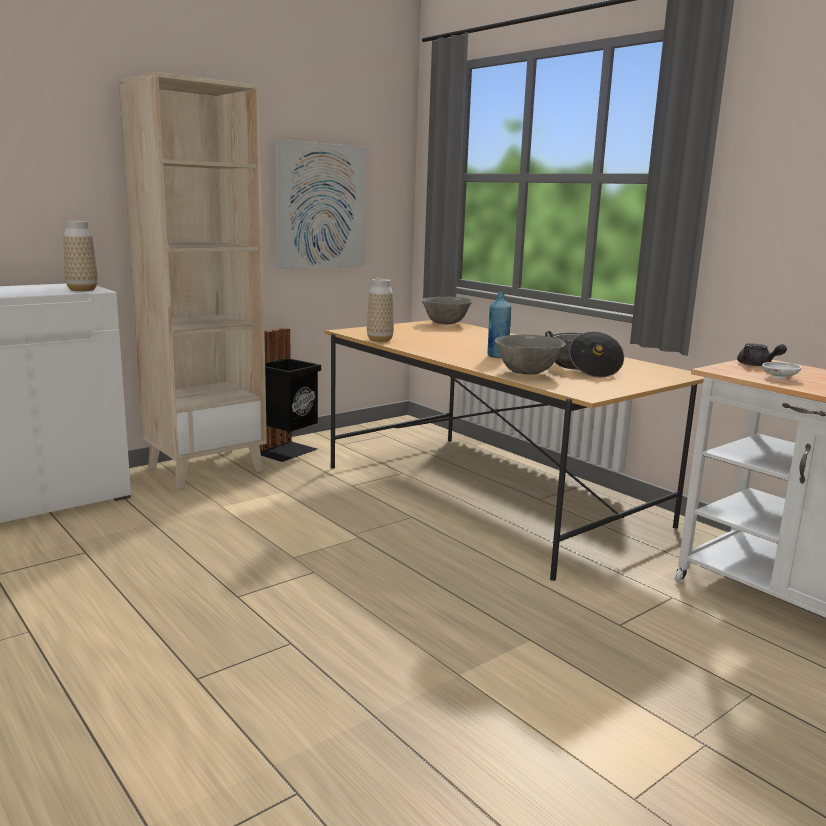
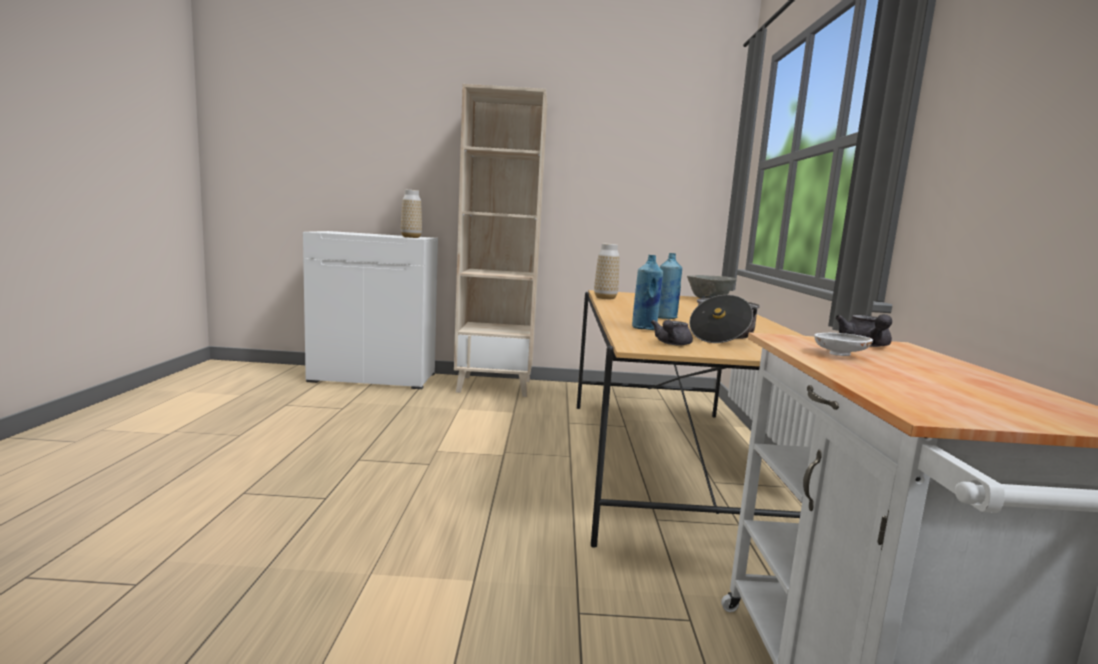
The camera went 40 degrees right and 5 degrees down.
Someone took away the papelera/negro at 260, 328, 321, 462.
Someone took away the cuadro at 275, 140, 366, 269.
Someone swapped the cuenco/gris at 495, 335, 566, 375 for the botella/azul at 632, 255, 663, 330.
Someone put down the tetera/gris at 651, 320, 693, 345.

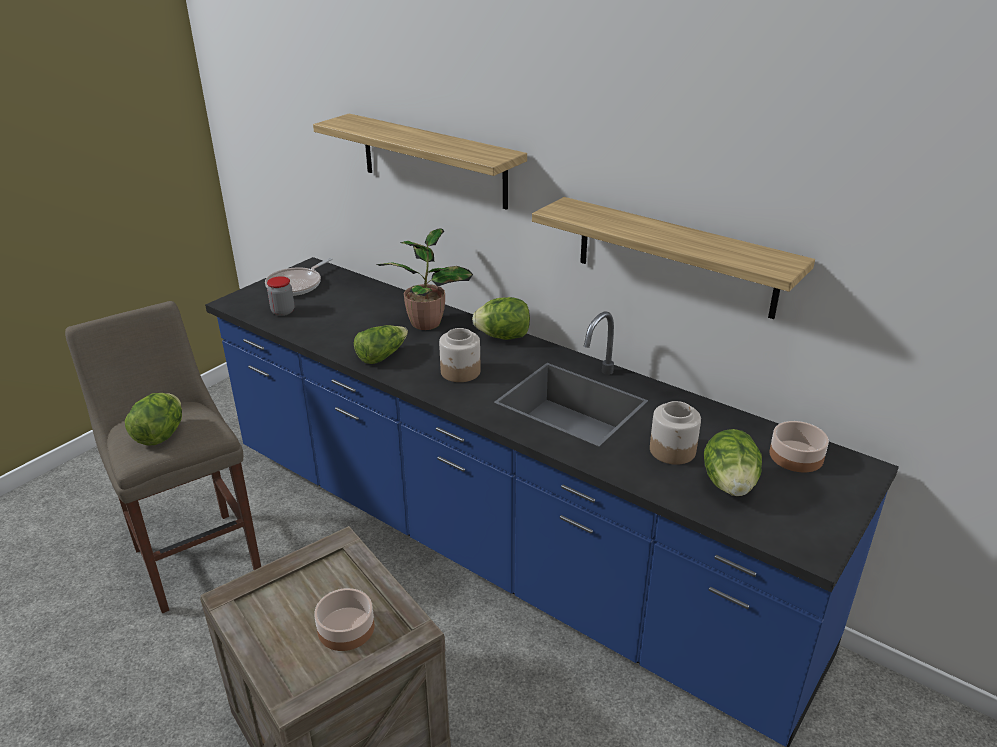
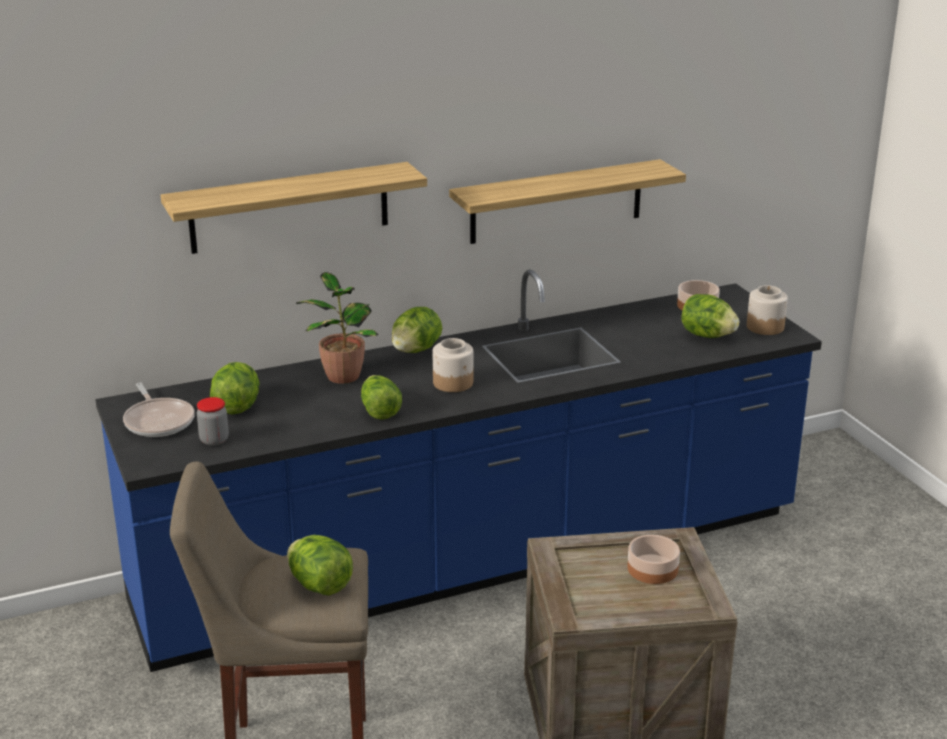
The camera went 60 degrees left and 5 degrees down.
Someone carried the tarro from 650, 401, 701, 465 to 747, 285, 788, 335.
Someone put down the lechuga at 210, 362, 260, 414.

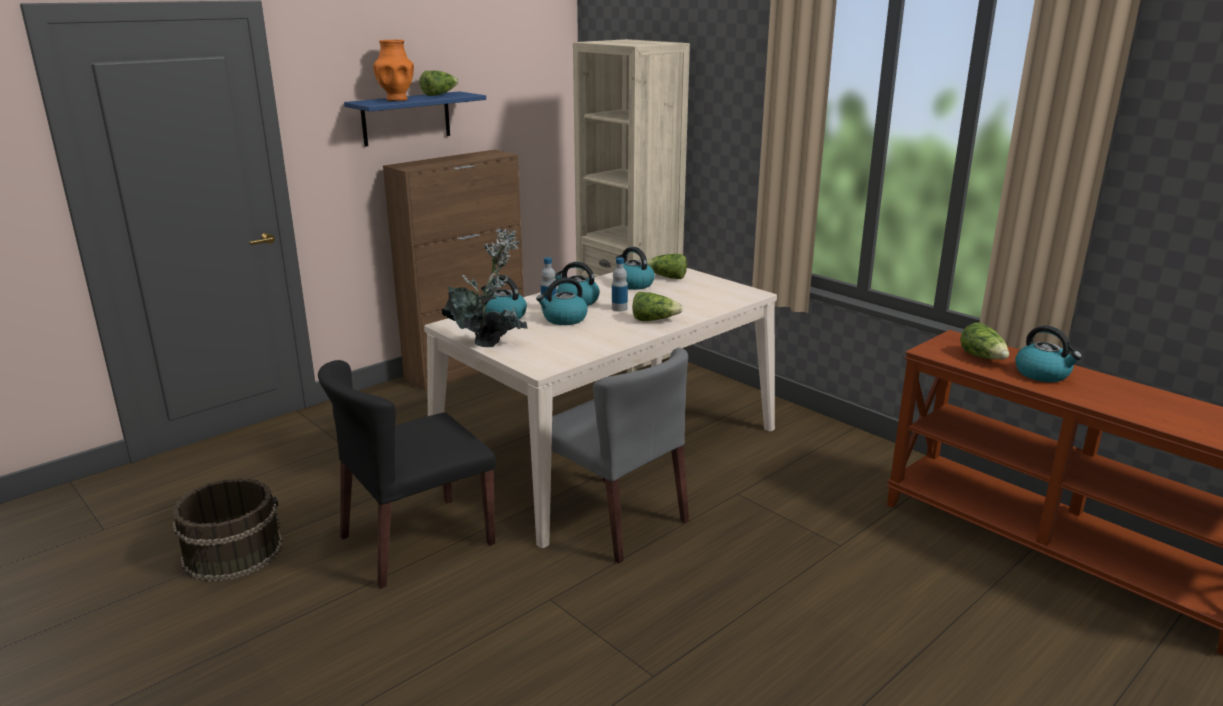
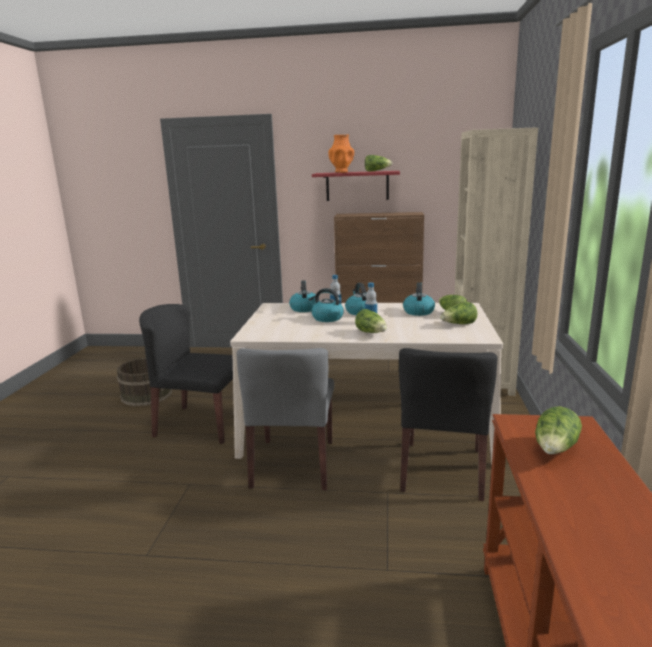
The camera went 50 degrees right and 5 degrees down.
Someone repainted the estante/azul at 344, 91, 486, 147, which became the estante/rojo at 312, 171, 400, 201.
Someone took away the planta en maceta at 441, 228, 528, 347.
Someone took away the hervidor at 1015, 326, 1082, 382.
Someone put down the silla/negro at 399, 348, 498, 501.
Someone put down the lechuga at 440, 302, 477, 324.

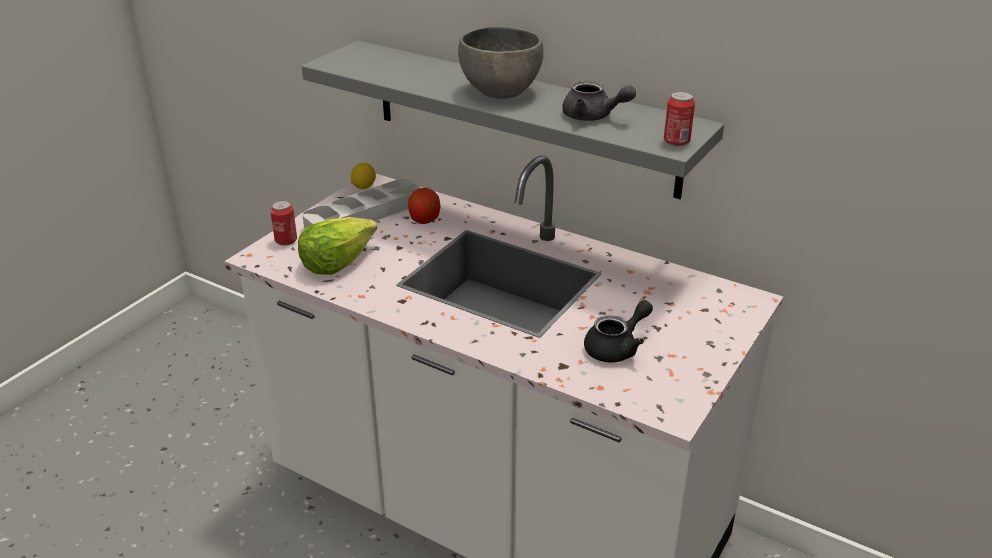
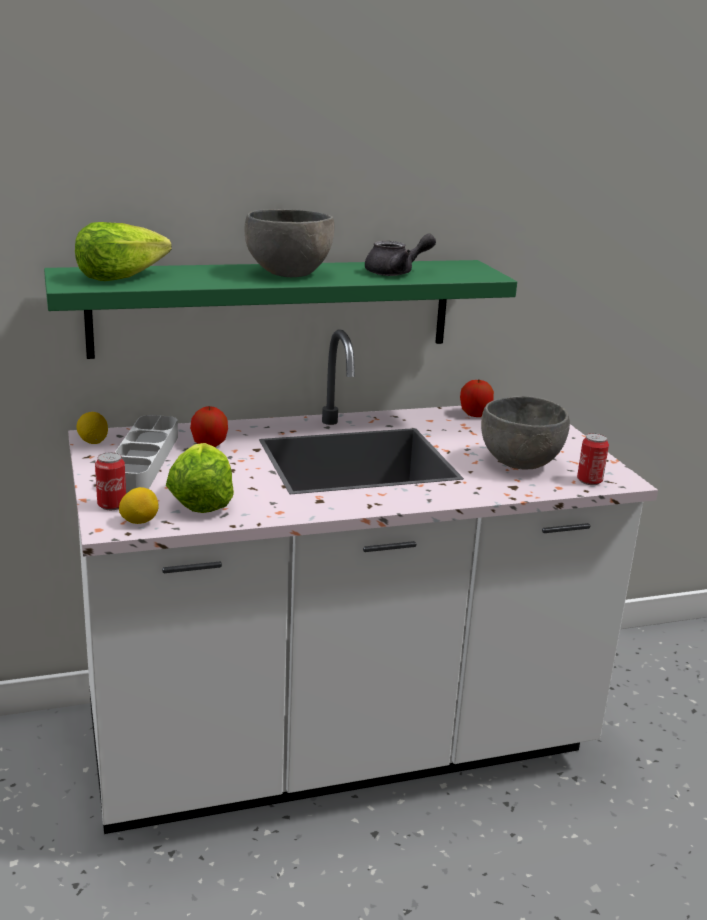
The camera went 50 degrees left and 10 degrees down.
Someone repainted the estante/gris at 302, 40, 724, 199, which became the estante/verde at 44, 260, 517, 359.
Someone swapped the tetera/negro at 584, 300, 653, 363 for the cuenco/gris at 481, 396, 570, 470.
Someone carried the lata from 664, 91, 695, 146 to 577, 433, 609, 485.
Someone put down the lechuga at 75, 222, 172, 281.
Someone put down the limón at 119, 487, 158, 524.
Someone put down the manzana at 460, 380, 494, 417.

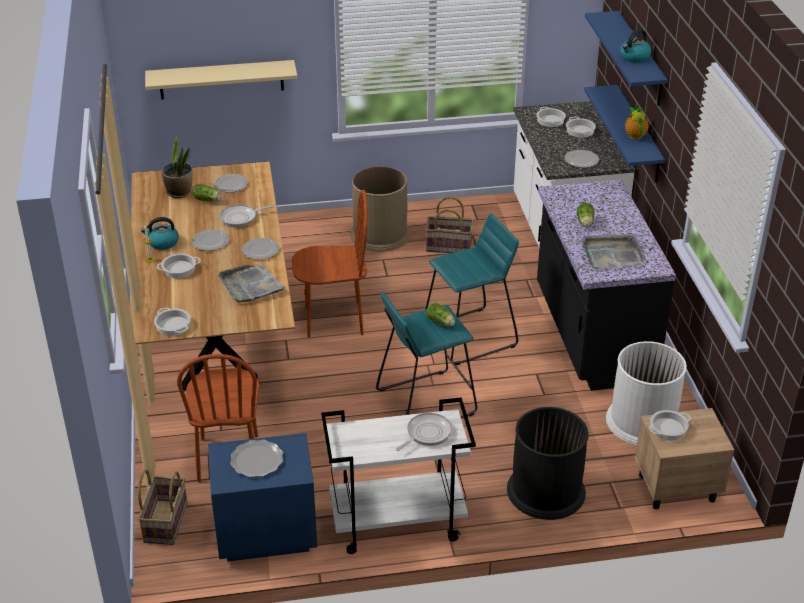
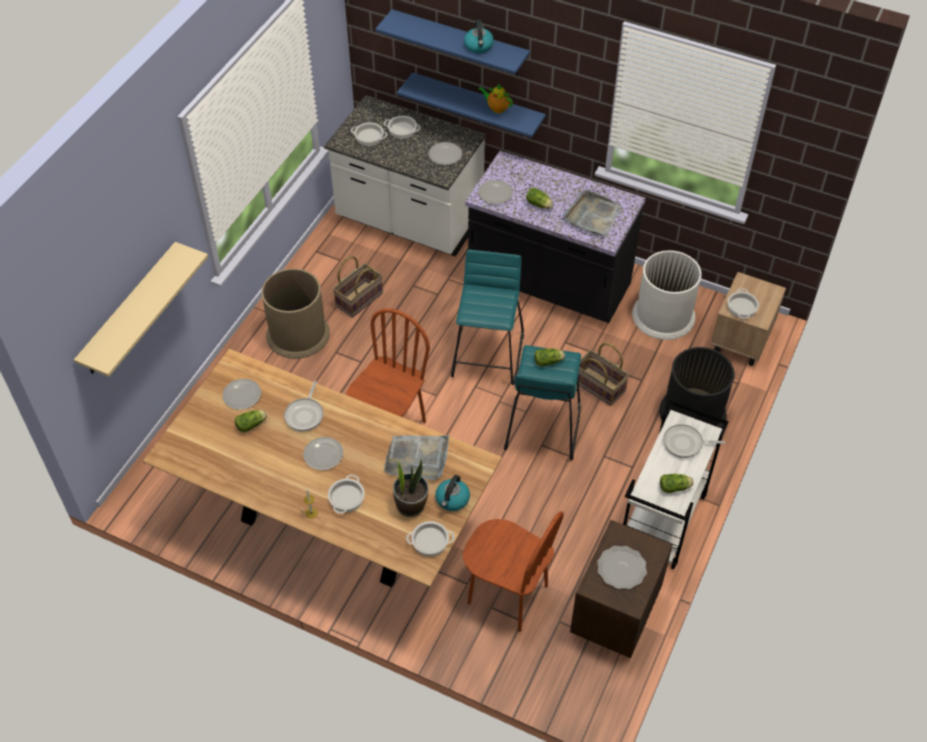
The camera went 55 degrees left and 15 degrees up.
Someone carried the cesta from 138, 469, 187, 545 to 578, 343, 629, 406.
Someone carried the hervidor from 141, 217, 179, 250 to 435, 475, 470, 511.
Someone carried the planta en maceta from 162, 137, 193, 198 to 393, 459, 429, 517.
Someone repainted the mesita de noche/azul at 208, 433, 317, 562, which became the mesita de noche/marrón at 570, 520, 673, 658.
Someone carried the plato from 242, 238, 280, 260 to 478, 180, 513, 204.
Someone rotated the sartén at 396, 413, 452, 451 by 75 degrees counterclockwise.
Someone put down the lechuga at 660, 474, 693, 493.

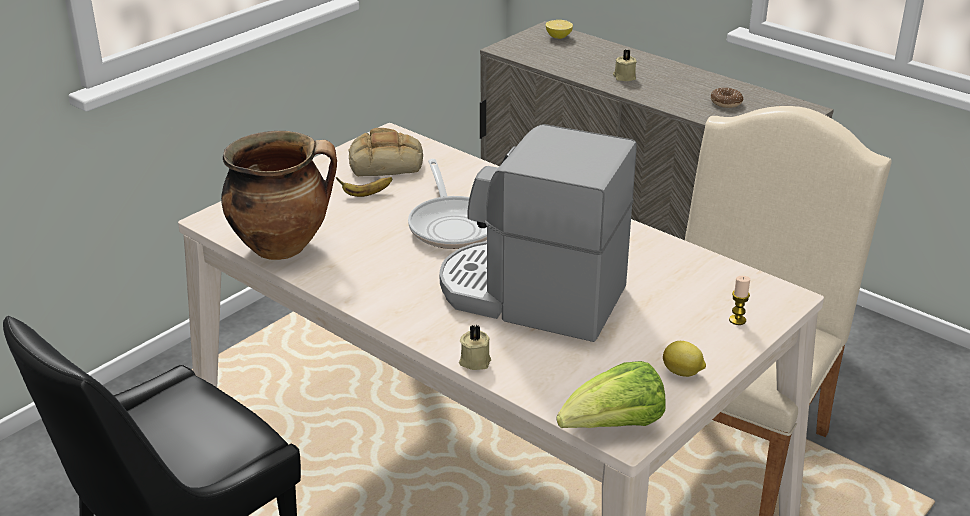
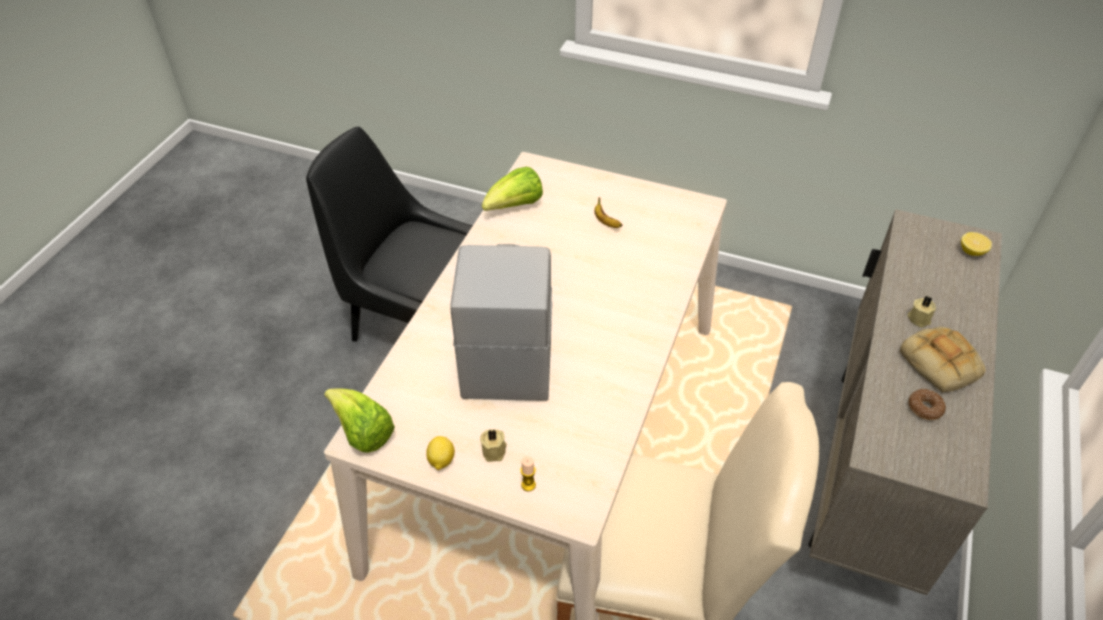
The camera went 70 degrees right and 15 degrees up.
Someone swapped the olla at 221, 131, 337, 260 for the lechuga at 482, 167, 543, 211.
Someone carried the pan from 348, 128, 423, 176 to 900, 327, 986, 393.
Someone took away the sartén at 408, 159, 487, 249.
Someone carried the vela/beis from 459, 325, 491, 370 to 480, 429, 507, 462.

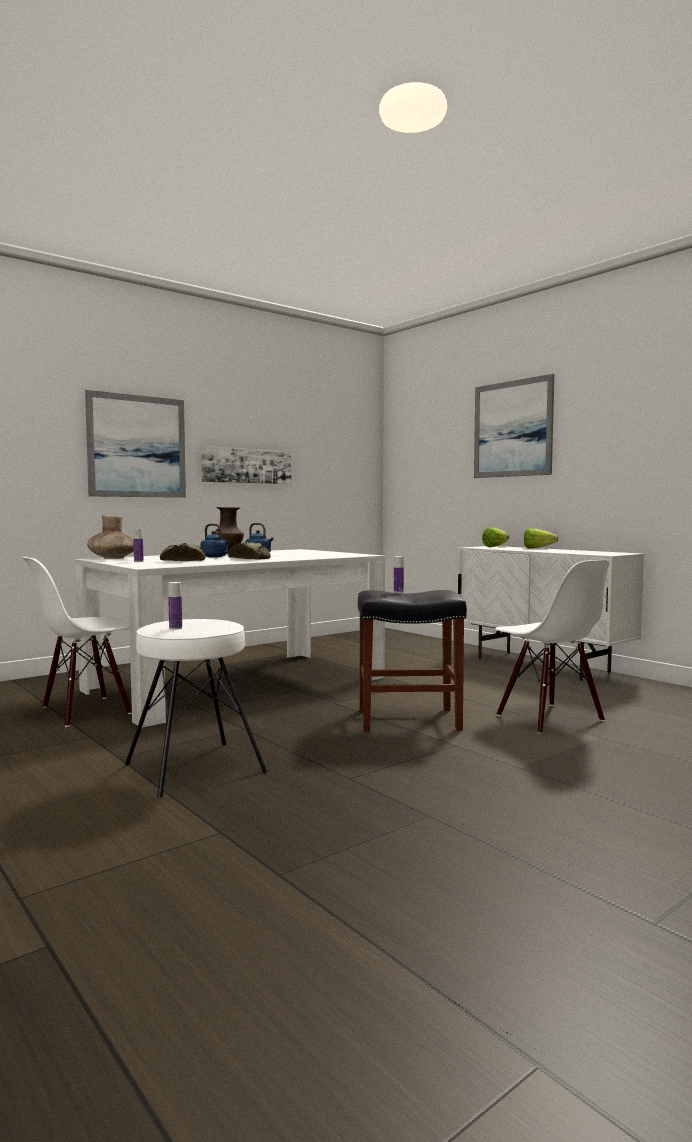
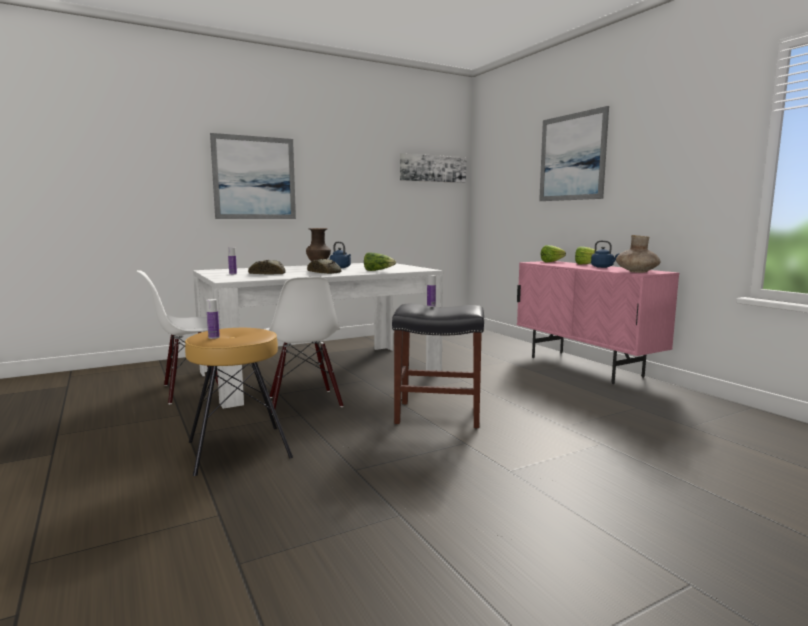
The camera went 10 degrees right and 5 degrees up.
Someone carried the florero/marrón from 87, 515, 134, 559 to 616, 235, 661, 273.
Someone repainted the taburete/blanco at 125, 619, 267, 798, which became the taburete/marrón at 185, 328, 293, 476.
Someone carried the hervidor/azul from 200, 524, 230, 557 to 591, 240, 620, 268.
Someone carried the cuadro from 201, 446, 291, 484 to 400, 153, 466, 183.
Someone repainted the armario/blanco at 458, 546, 644, 681, which became the armario/rosa at 517, 261, 679, 384.
Someone carried the silla/blanco from 495, 560, 609, 734 to 265, 277, 344, 415.
Someone put down the lechuga at 364, 252, 396, 271.

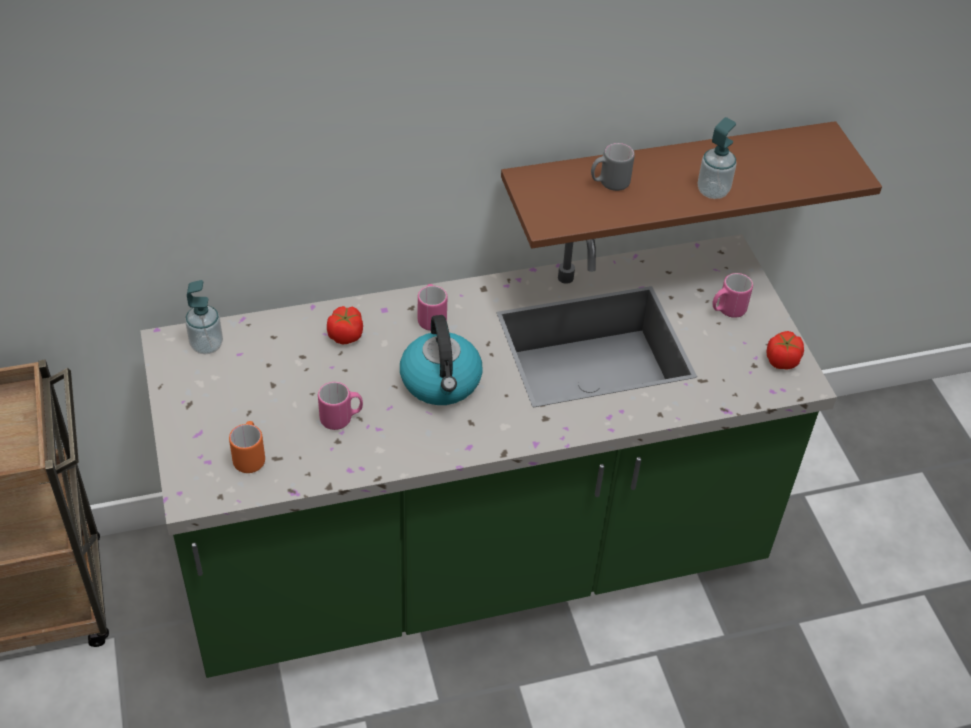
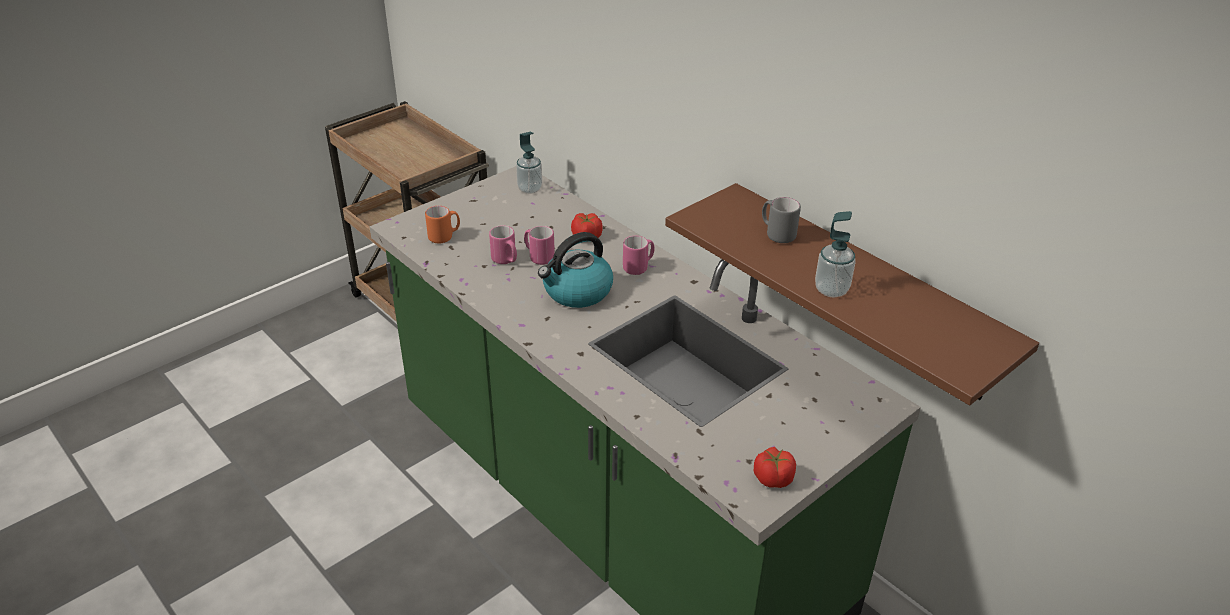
The camera went 65 degrees right and 10 degrees down.
Someone carried the taza grande/rosa from 712, 273, 753, 318 to 524, 226, 555, 265.

